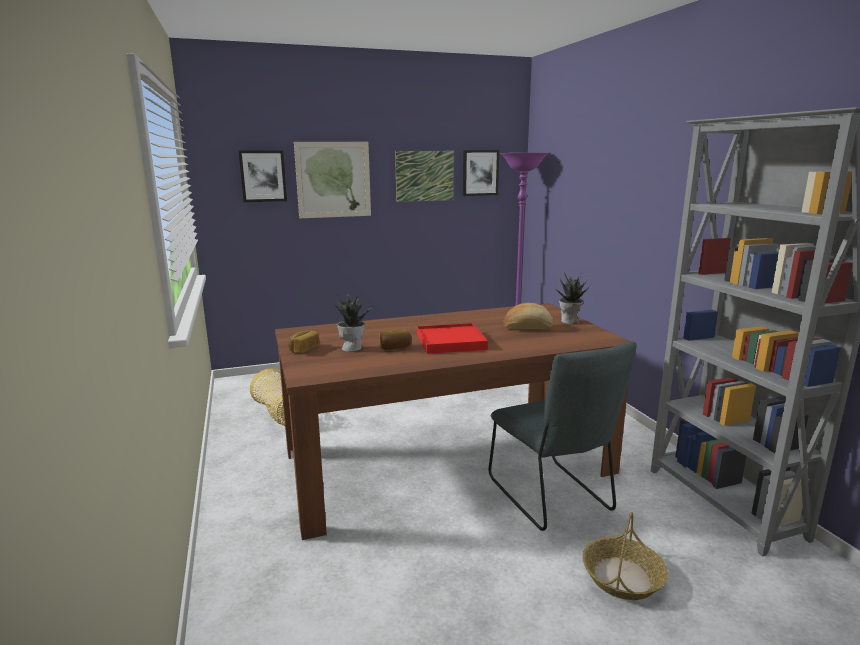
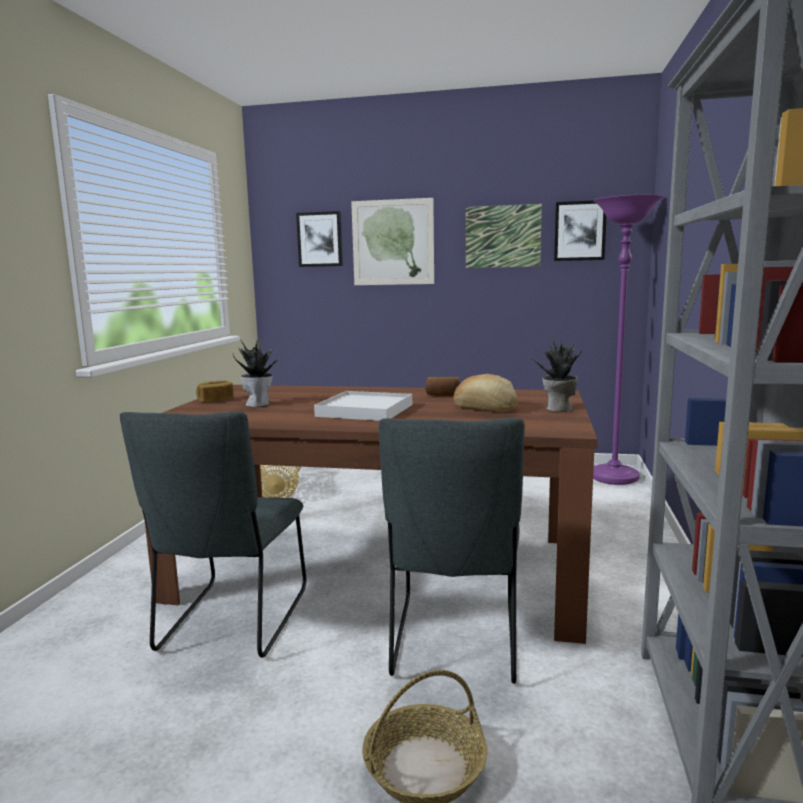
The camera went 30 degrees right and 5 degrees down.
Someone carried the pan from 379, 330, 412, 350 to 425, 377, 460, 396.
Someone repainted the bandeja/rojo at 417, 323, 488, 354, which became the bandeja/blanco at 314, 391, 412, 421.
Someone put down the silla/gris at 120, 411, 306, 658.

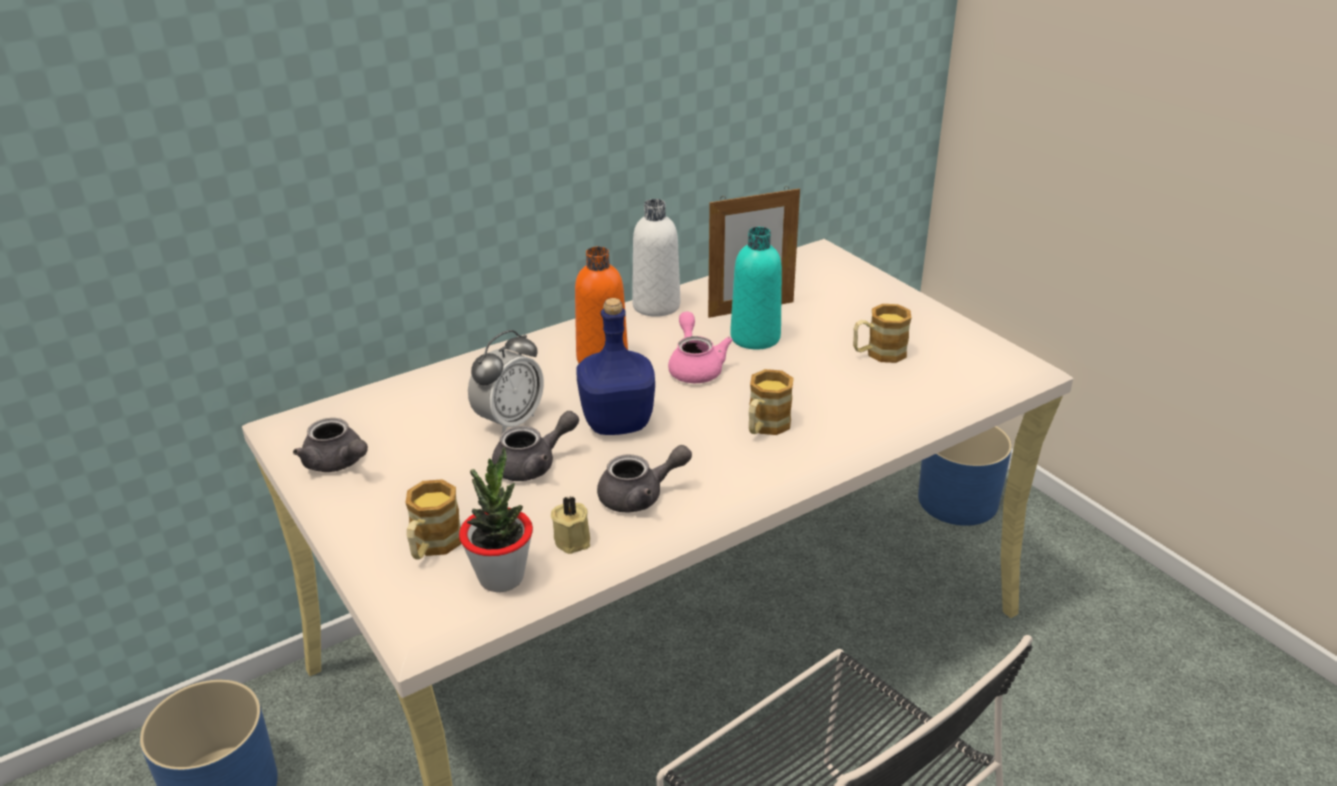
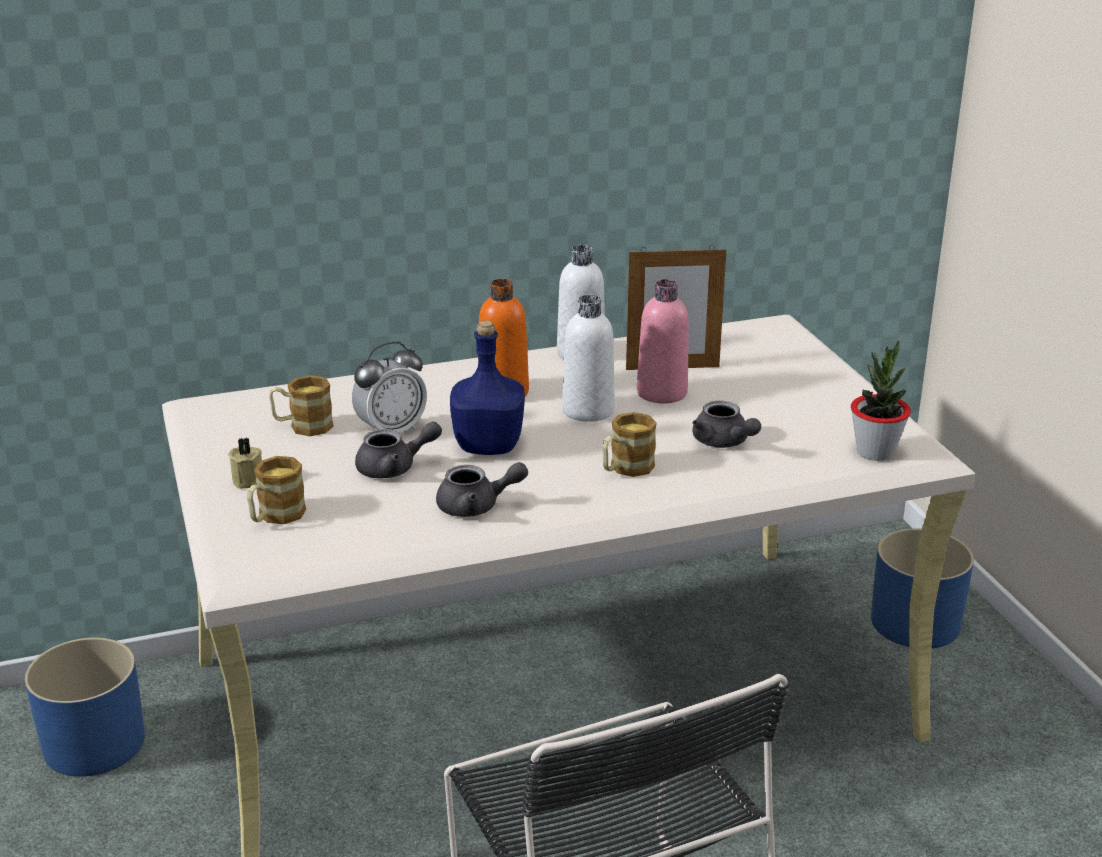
The camera went 15 degrees right and 5 degrees down.
Someone carried the tetera/gris from 293, 418, 368, 472 to 693, 401, 761, 448.
Someone carried the planta en maceta from 459, 447, 533, 592 to 851, 340, 911, 461.
Someone carried the vela/beis from 551, 495, 590, 554 to 228, 437, 262, 489.
Someone swapped the tetera/rosa at 668, 312, 733, 383 for the botella/blanco at 562, 295, 615, 422.
Someone repainted the botella/turquesa at 730, 227, 782, 350, which became the botella/rosa at 637, 279, 689, 403.
Someone carried the taza grande from 853, 304, 911, 363 to 269, 375, 334, 436.

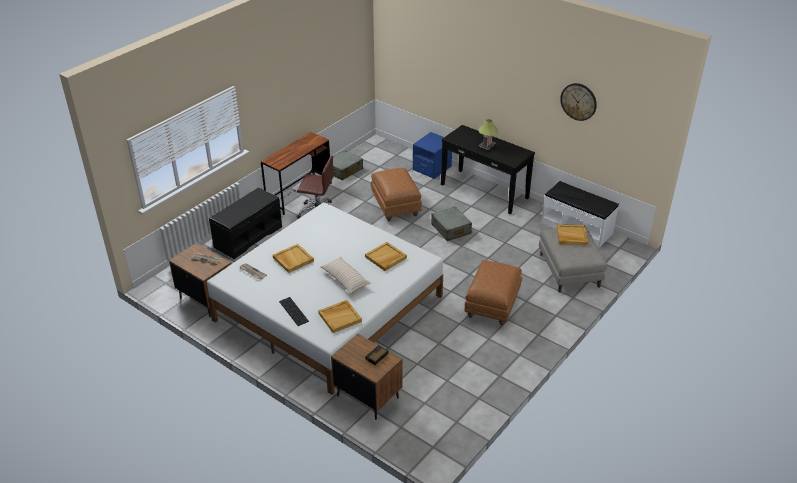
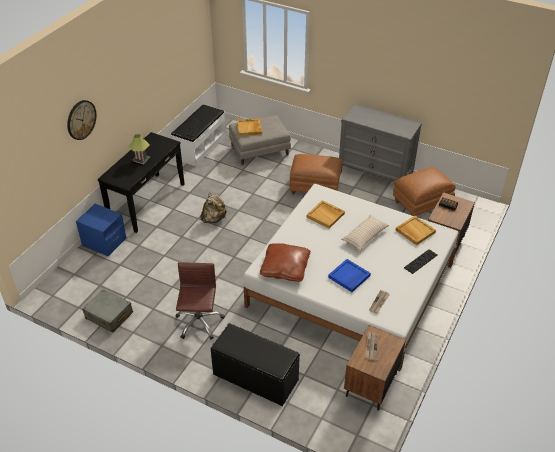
The camera went 100 degrees left and 5 degrees up.
Someone took away the escritorio/marrón at 261, 132, 332, 215.
Someone repainted the bandeja/beis at 273, 244, 314, 273, which became the bandeja/azul at 328, 259, 371, 292.
Someone carried the puf/marrón from 371, 168, 422, 221 to 393, 167, 456, 216.
Someone swapped the maleta/gris at 431, 207, 472, 241 for the mochila/beis at 200, 193, 227, 223.
Someone carried the reloj de pared from 560, 83, 597, 121 to 67, 100, 97, 140.
Someone put down the cojín/marrón at 260, 243, 311, 282.
Someone put down the cómoda/gris at 339, 104, 422, 181.

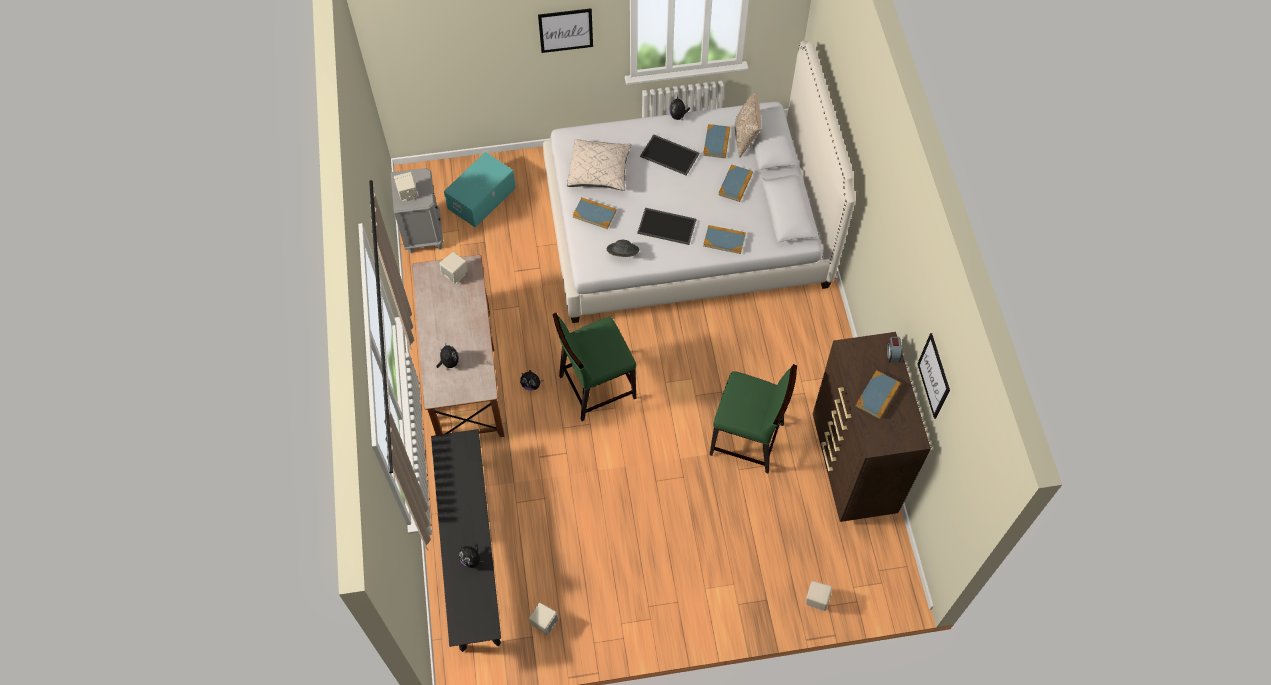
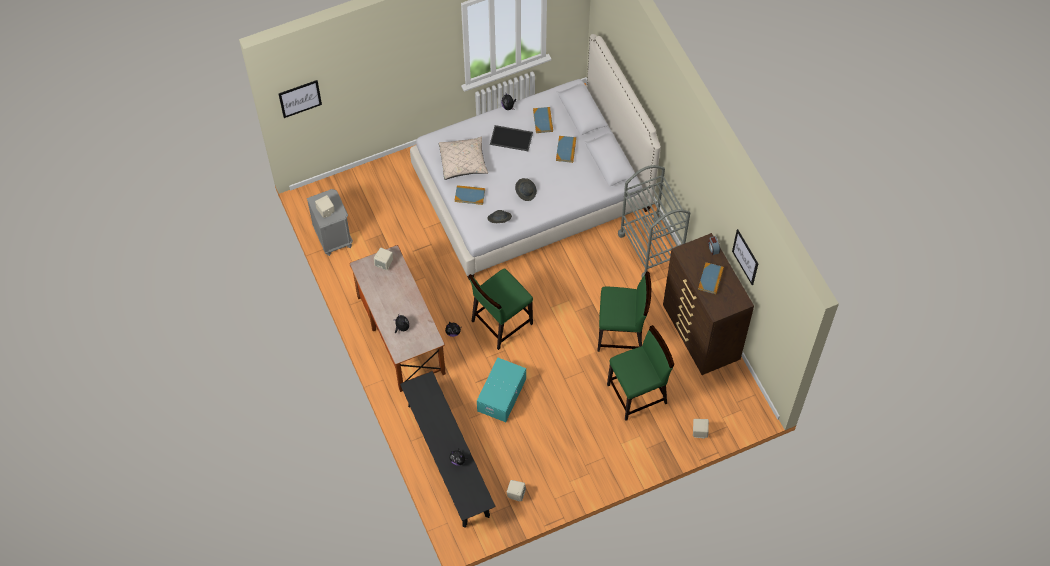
The camera went 15 degrees left and 0 degrees up.
Someone carried the caja de almacenaje/turquesa from 444, 152, 516, 228 to 477, 357, 526, 422.
Someone carried the cuadro from 538, 8, 593, 53 to 278, 80, 322, 118.
Someone swapped the bandeja at 637, 208, 696, 245 for the sombrero/gris at 515, 178, 537, 201.
Someone took away the libro at 704, 225, 746, 254.
Someone took away the cojín at 735, 92, 761, 158.
Someone put down the silla/verde at 607, 325, 674, 421.
Someone put down the carrito/gris at 618, 165, 690, 278.

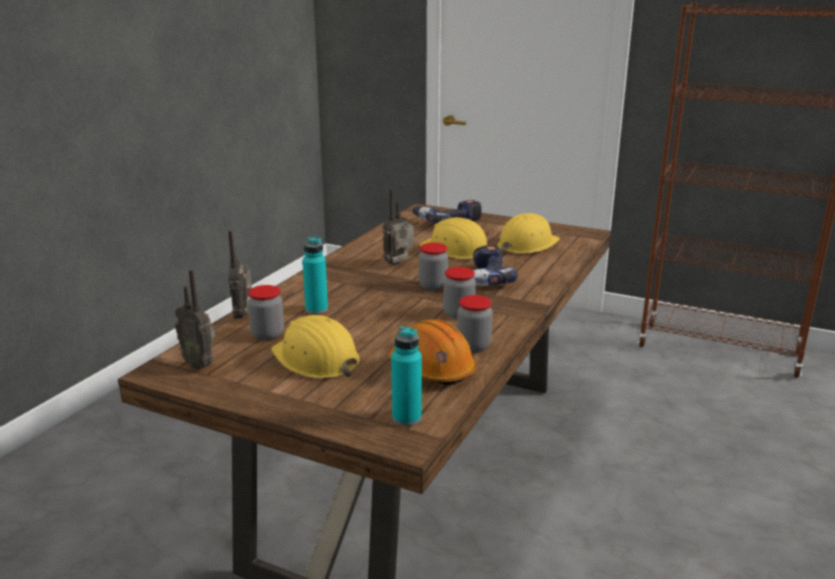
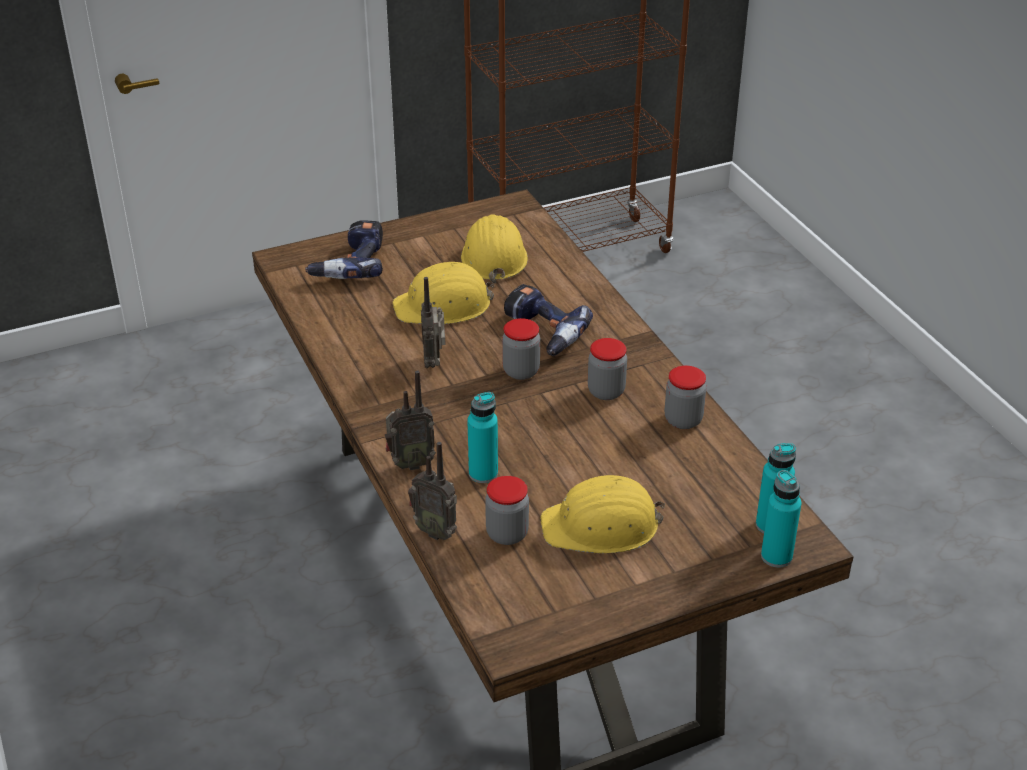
The camera went 50 degrees left and 15 degrees up.
Someone carried the radio from 175, 269, 215, 370 to 385, 370, 436, 470.
Someone took away the casco/naranja at 389, 319, 477, 385.
Someone put down the botella/turquesa at 761, 470, 801, 568.

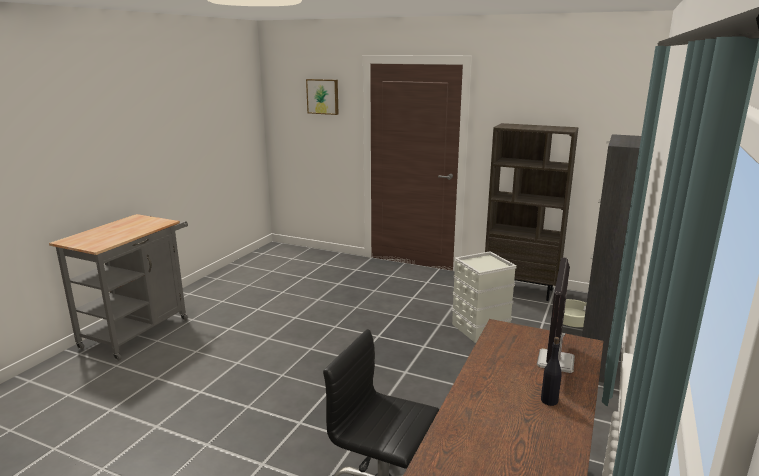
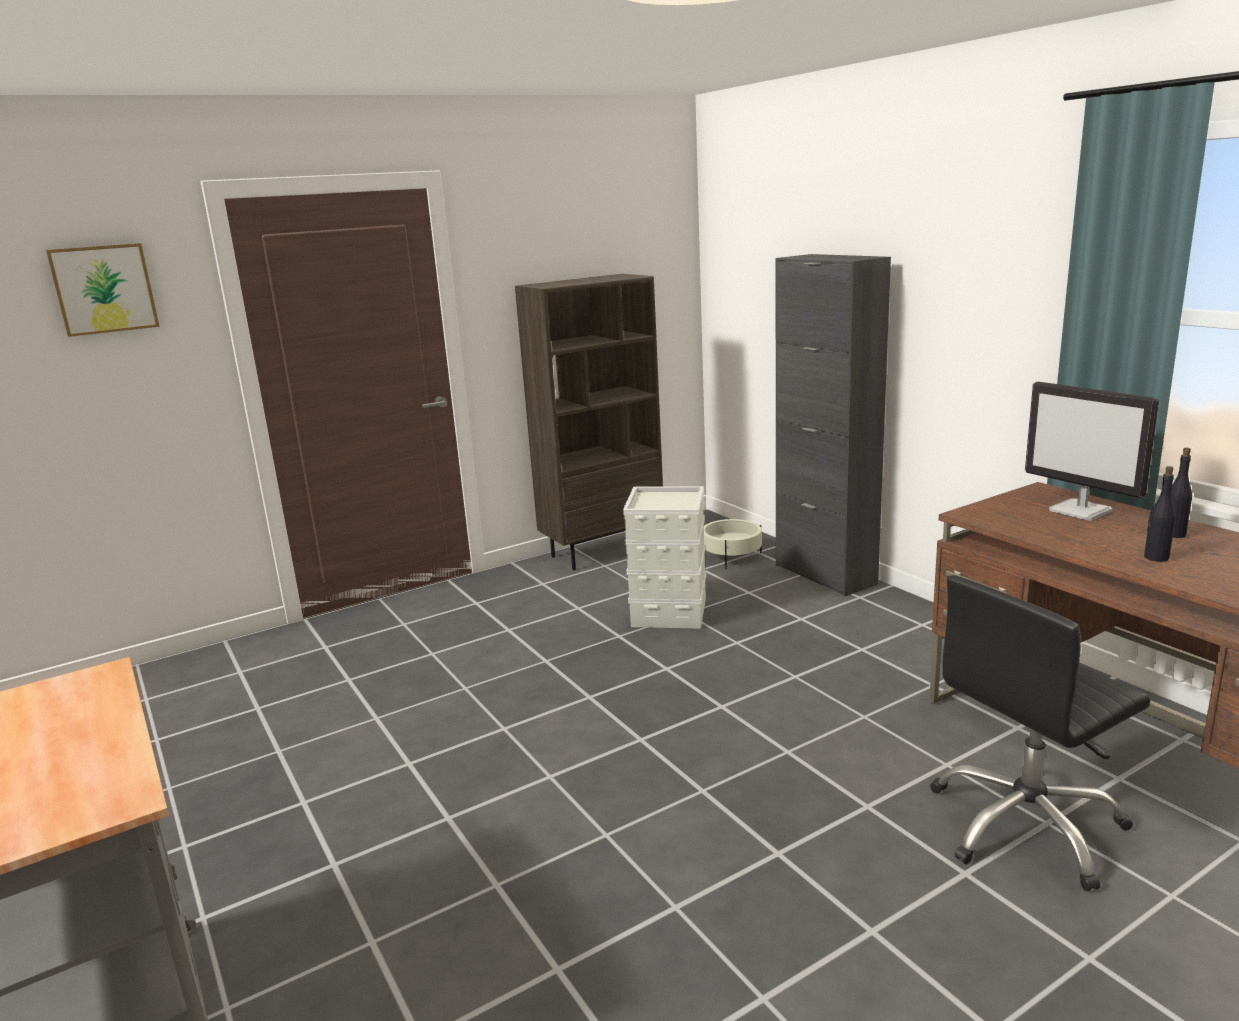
The camera went 55 degrees left and 0 degrees up.
Someone put down the botella/negro at 1144, 466, 1176, 562.

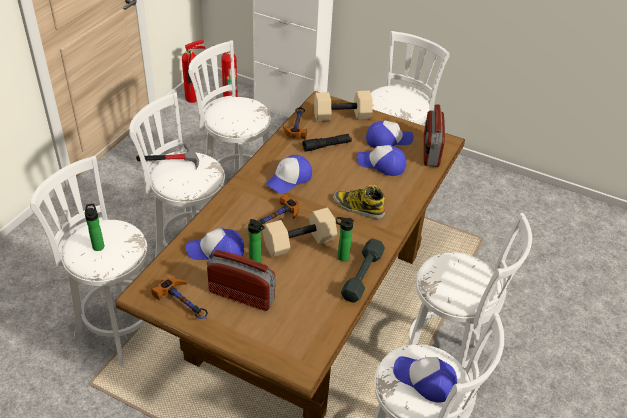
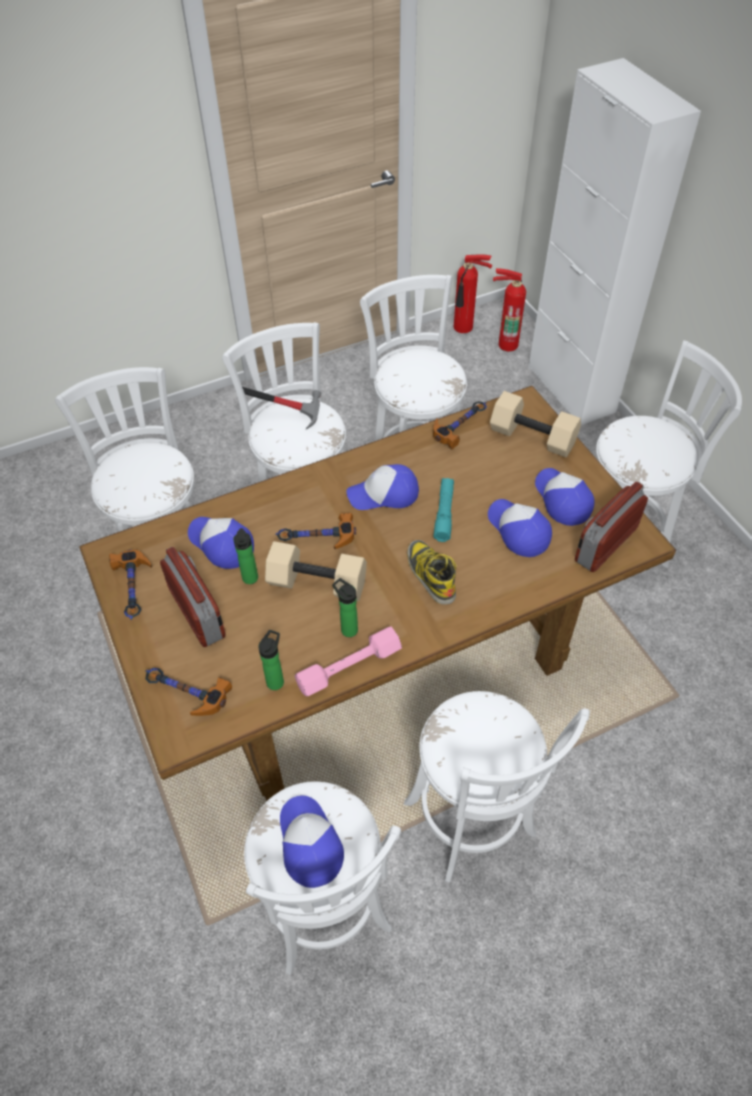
The camera went 40 degrees right and 10 degrees up.
Someone carried the botella from 85, 204, 104, 251 to 258, 630, 284, 690.
Someone took away the linterna/negro at 302, 134, 352, 152.
Someone repainted the mancuerna/gris at 341, 238, 385, 302, which became the mancuerna/rosa at 295, 627, 402, 696.
Someone rotated the gorra at 366, 120, 414, 148 by 135 degrees counterclockwise.
Someone put down the martillo at 145, 668, 232, 716.
Someone put down the linterna/turquesa at 434, 478, 454, 542.

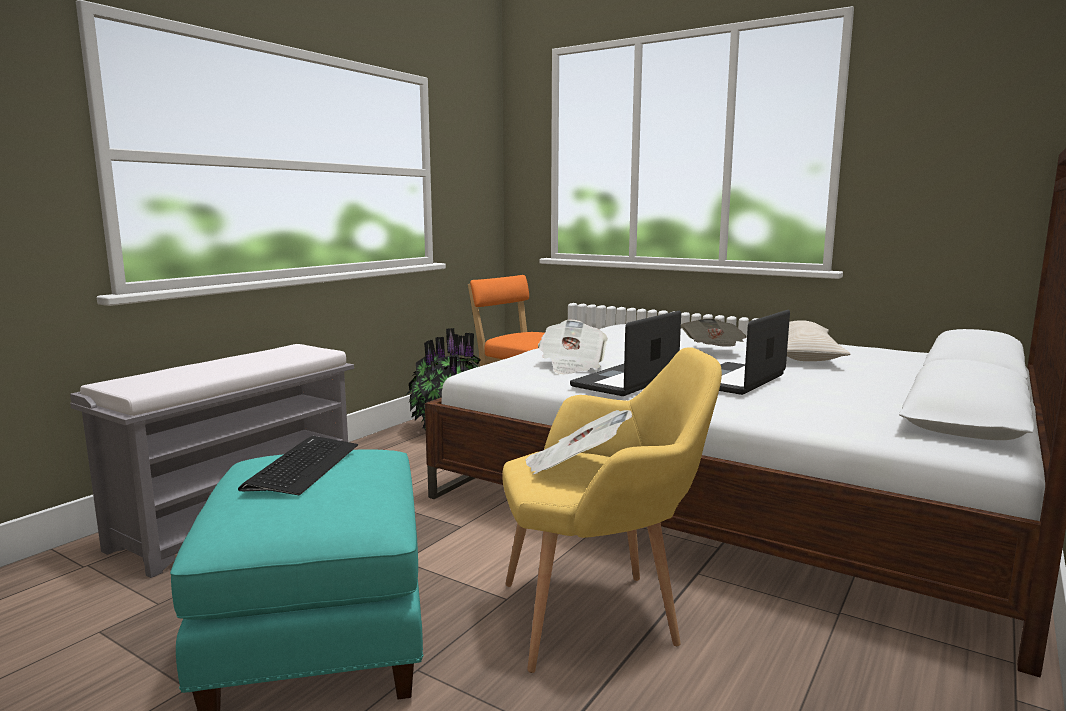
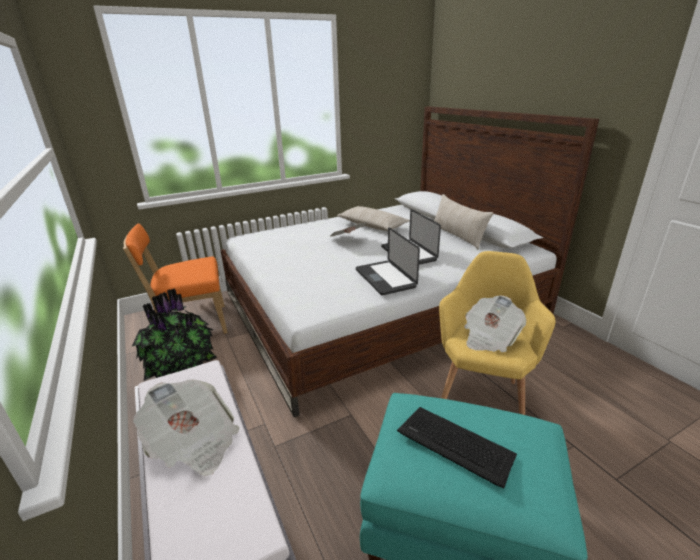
The camera went 60 degrees left and 15 degrees up.
Someone carried the periódico from 538, 320, 608, 374 to 133, 380, 240, 476.
Someone put down the cojín/beis at 434, 194, 494, 249.

